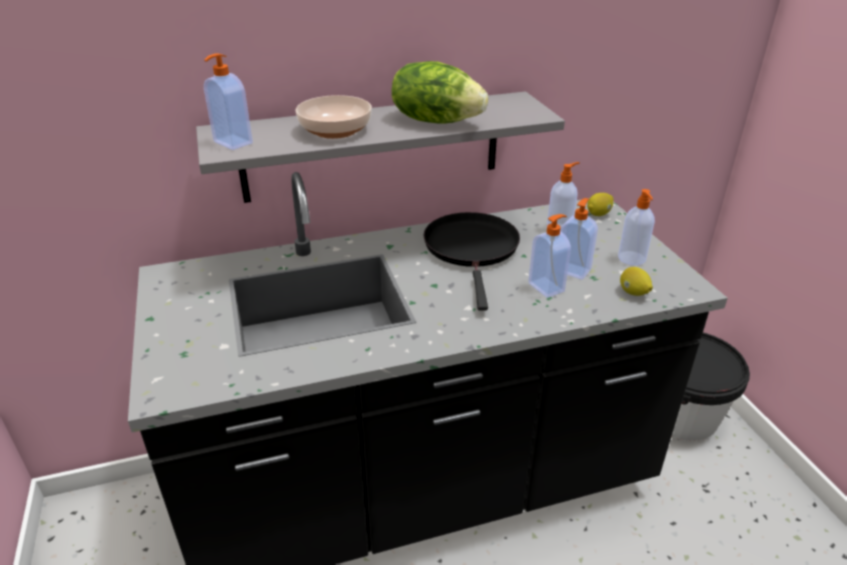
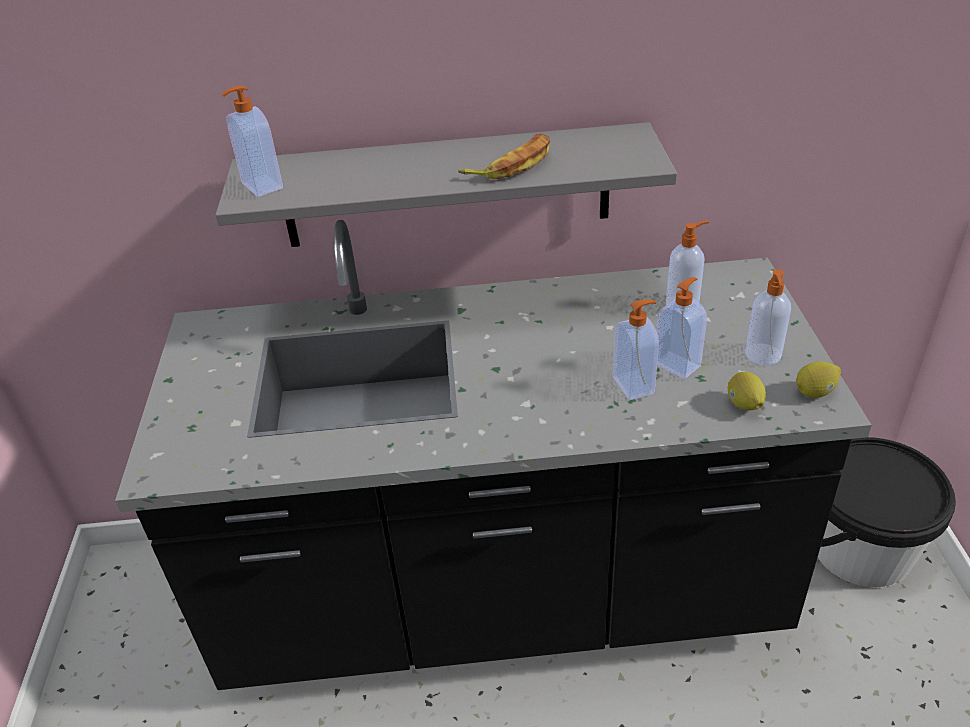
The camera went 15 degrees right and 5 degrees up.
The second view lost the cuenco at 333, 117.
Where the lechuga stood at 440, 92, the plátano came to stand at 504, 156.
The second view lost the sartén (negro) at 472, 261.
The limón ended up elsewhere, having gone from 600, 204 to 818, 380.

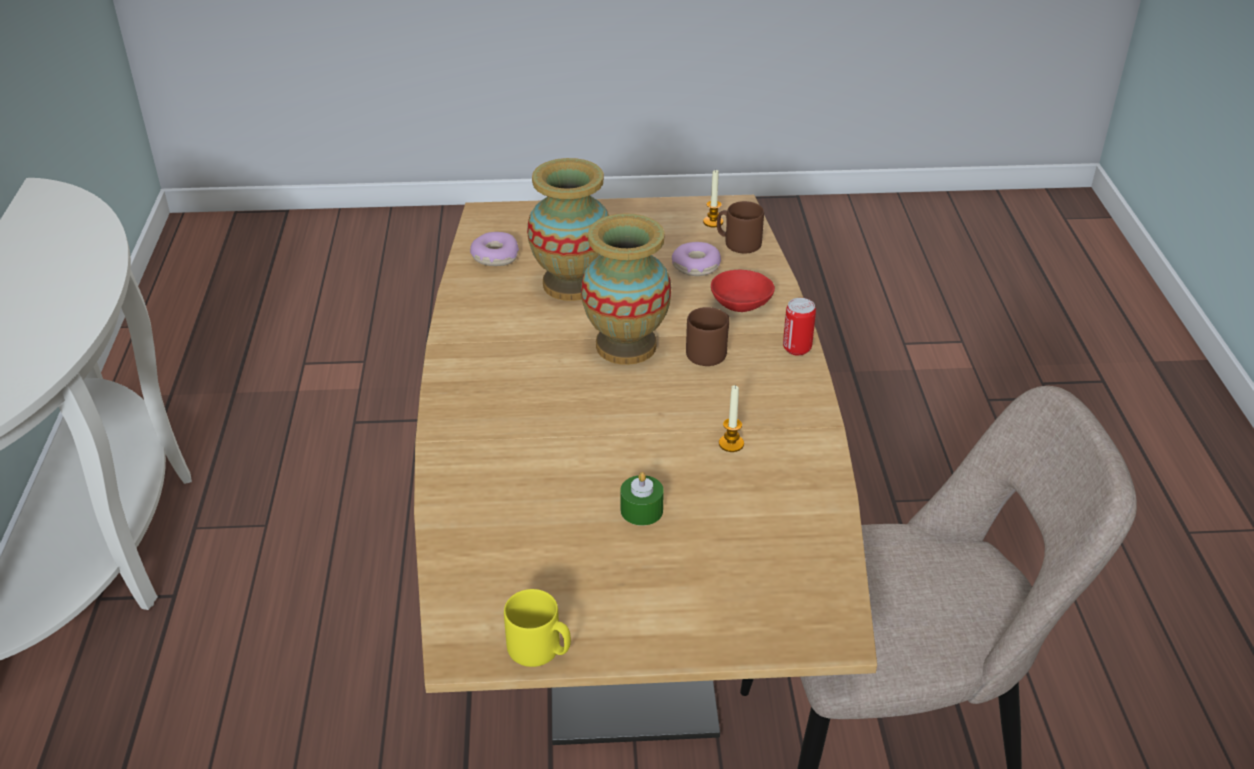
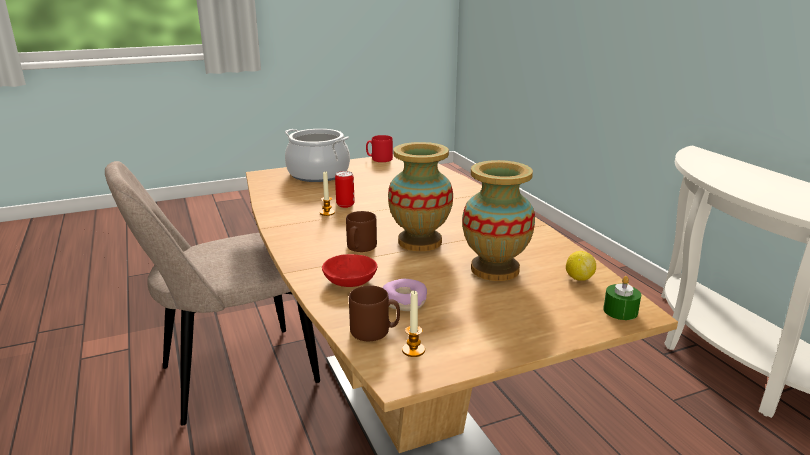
The camera went 160 degrees right and 15 degrees down.
Where the rosquilla stood at 494, 249, the limón came to stand at 581, 266.
What was the taza grande (amarillo) at 537, 628 turned into the taza grande (rojo) at 379, 148.
The vela (verde) ended up elsewhere, having gone from 642, 499 to 622, 298.
The lata ended up elsewhere, having gone from 799, 327 to 344, 189.
The second view gained the olla at 317, 155.

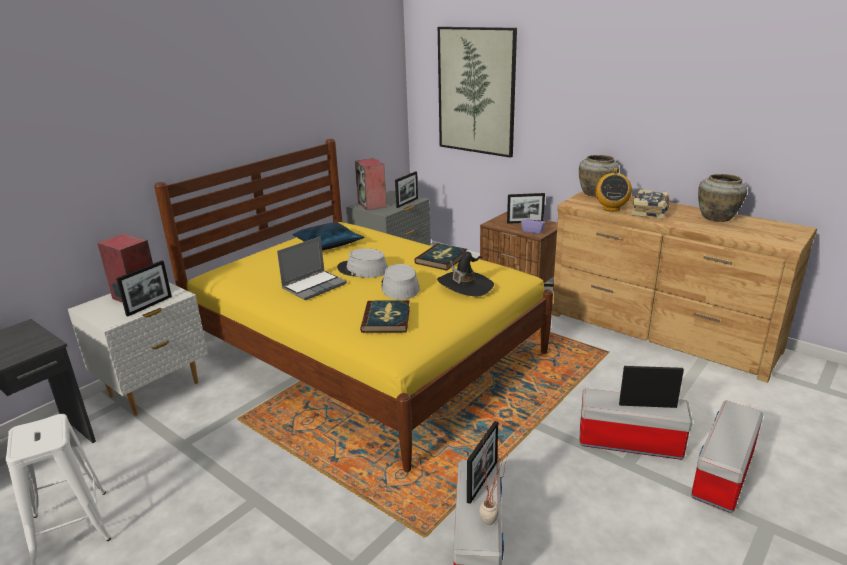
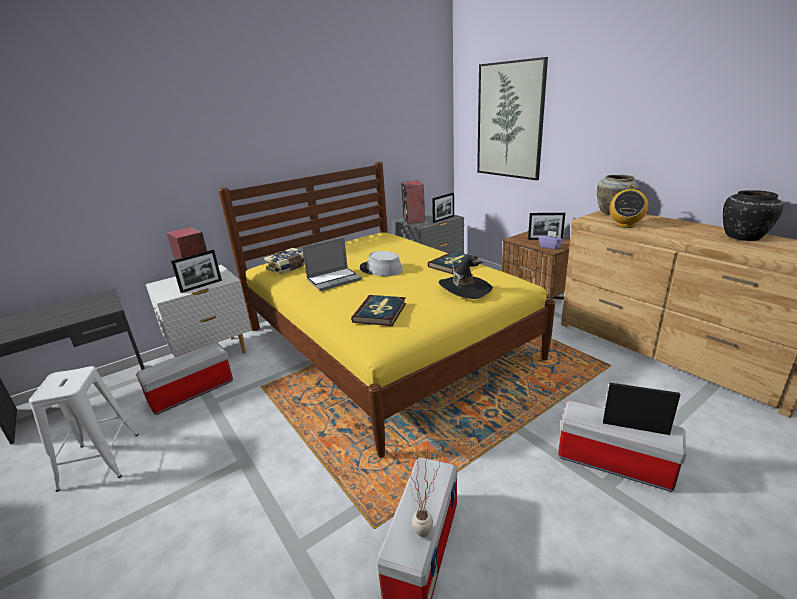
The camera went 15 degrees right and 0 degrees up.
The second view lost the cojín (azul) at 329, 236.
The second view lost the sombrero (gris) at 400, 282.
The second view lost the portarretratos at 482, 462.
The libro ended up elsewhere, having gone from 650, 204 to 284, 261.
The caja de almacenaje ended up elsewhere, having gone from 727, 457 to 184, 378.
What was the florero (beis) at 722, 198 turned into the florero (negro) at 753, 215.

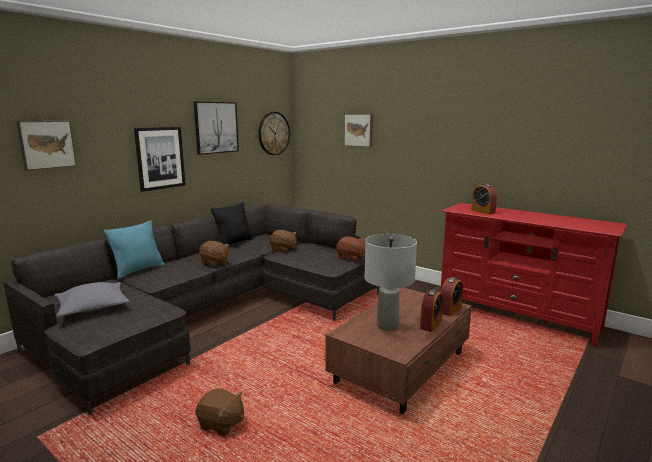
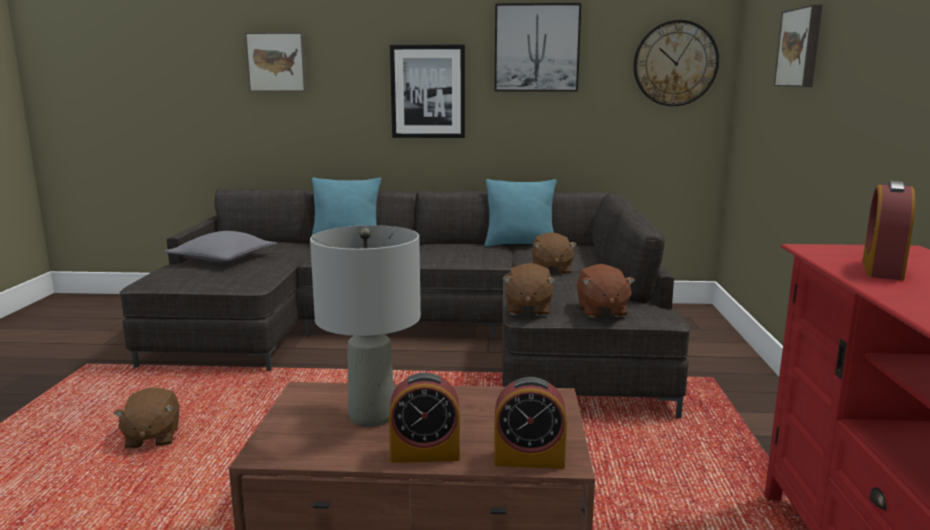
The camera went 55 degrees right and 0 degrees up.
The peluche (marrón) ended up elsewhere, having gone from 214, 254 to 529, 289.
What was the cojín (negro) at 232, 223 turned into the cojín (turquesa) at 520, 213.

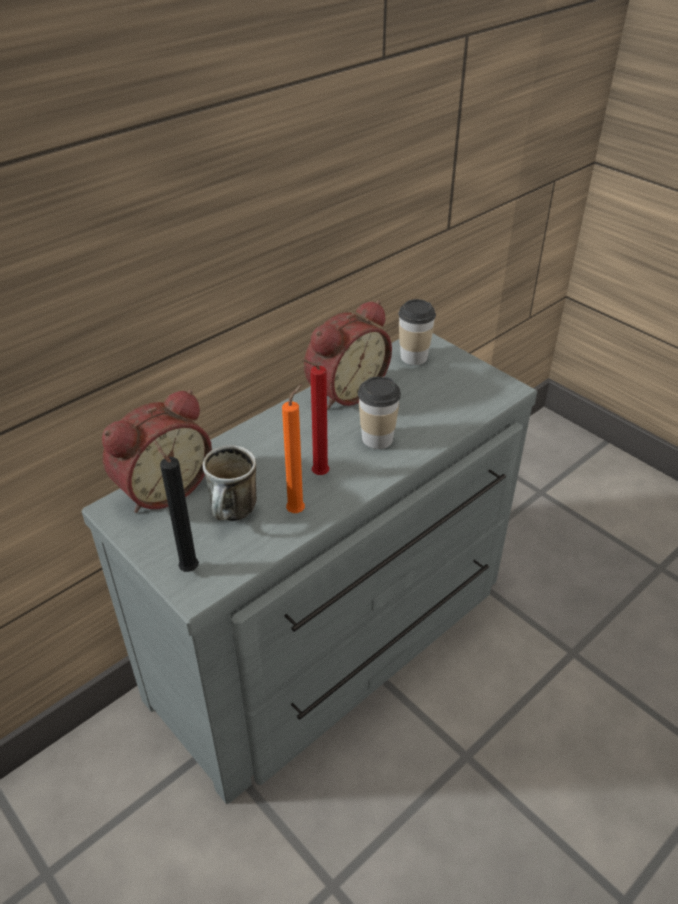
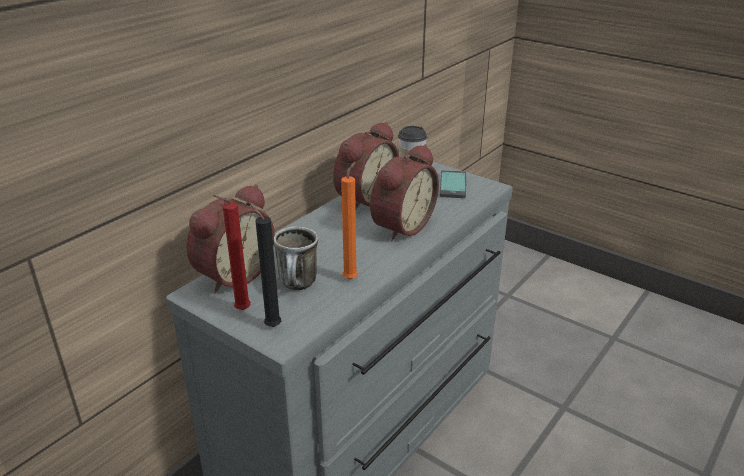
The camera went 10 degrees left and 10 degrees down.
The vela (rojo) ended up elsewhere, having gone from 315, 417 to 232, 252.
Where the taza stood at 379, 412, the despertador came to stand at 404, 193.
The second view gained the móvil at 453, 184.

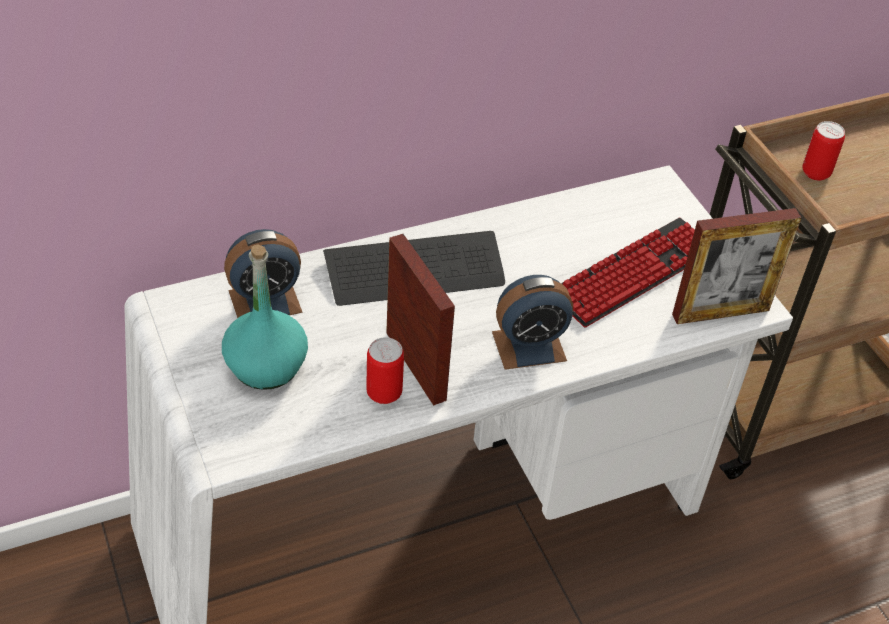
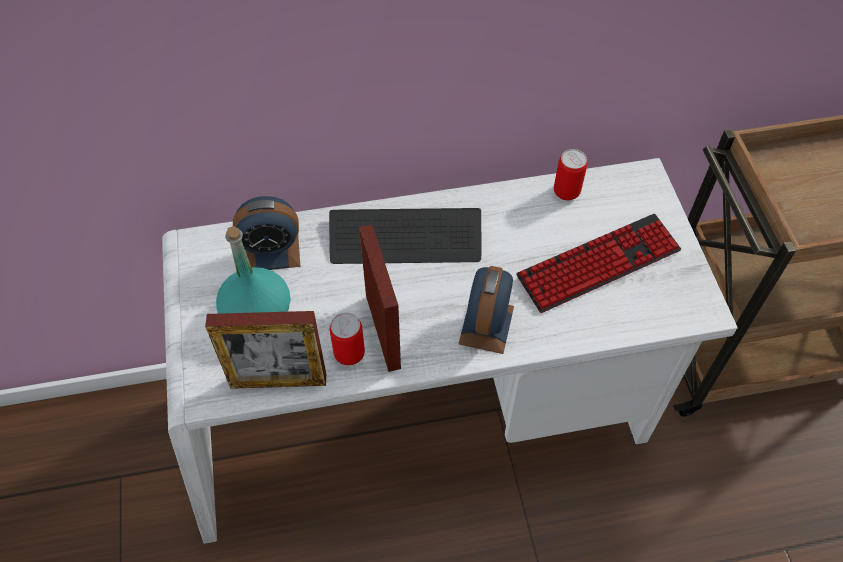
The camera went 15 degrees right and 10 degrees up.
The despertador at 532, 322 ended up facing another way, 105 degrees clockwise from before.
The portarretratos ended up elsewhere, having gone from 736, 266 to 265, 350.
The lata ended up elsewhere, having gone from 823, 151 to 571, 174.

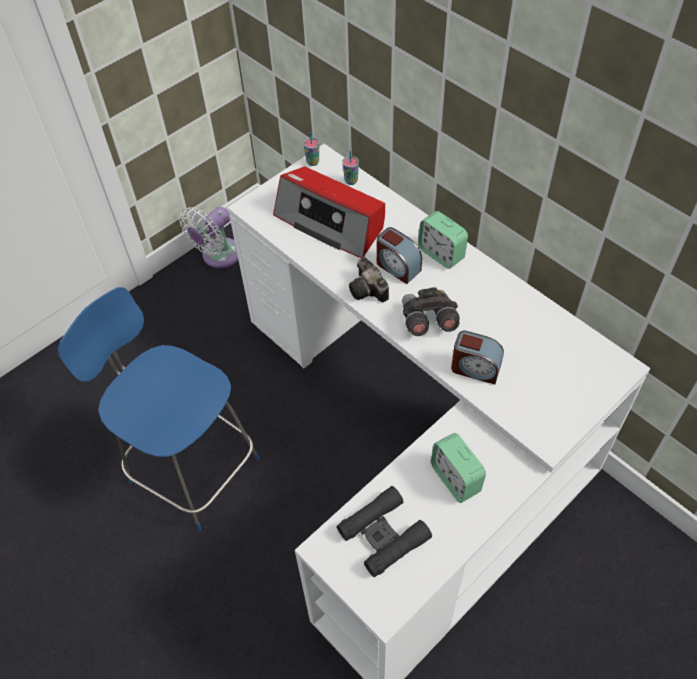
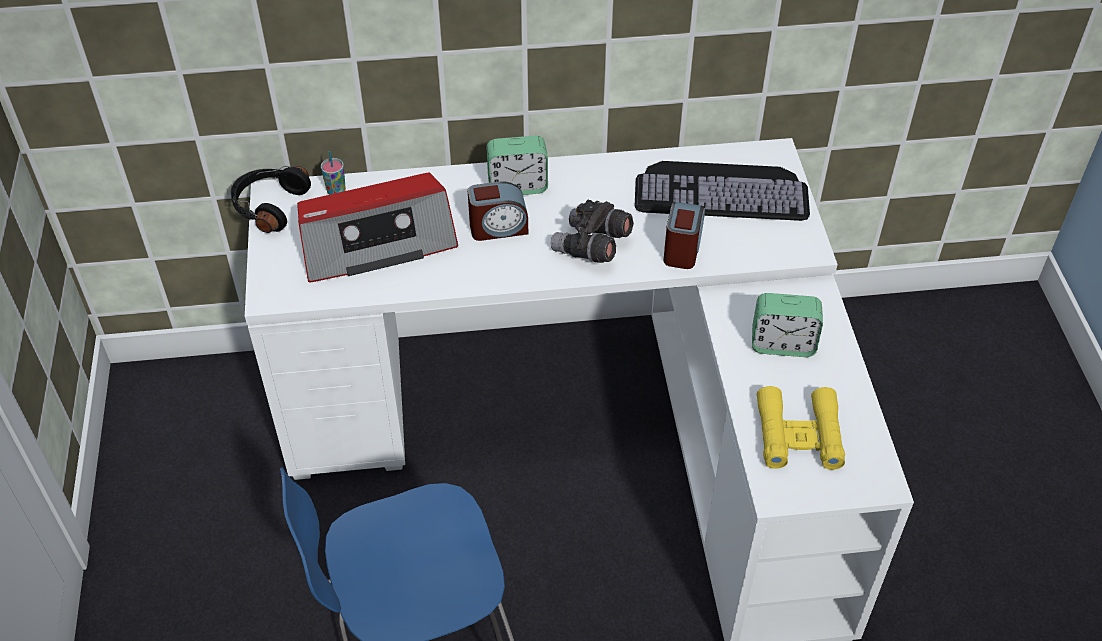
The camera went 55 degrees left and 5 degrees down.
The second view lost the ventilador (blanco) at 208, 237.
Where the taza stood at 311, 149, the auriculares (negro) came to stand at 270, 199.
What was the prismáticos (negro) at 384, 531 turned into the prismáticos (amarillo) at 801, 428.
The second view lost the cámara at 369, 279.
The despertador at 477, 357 ended up facing another way, 45 degrees counterclockwise from before.
The second view gained the teclado at 722, 191.

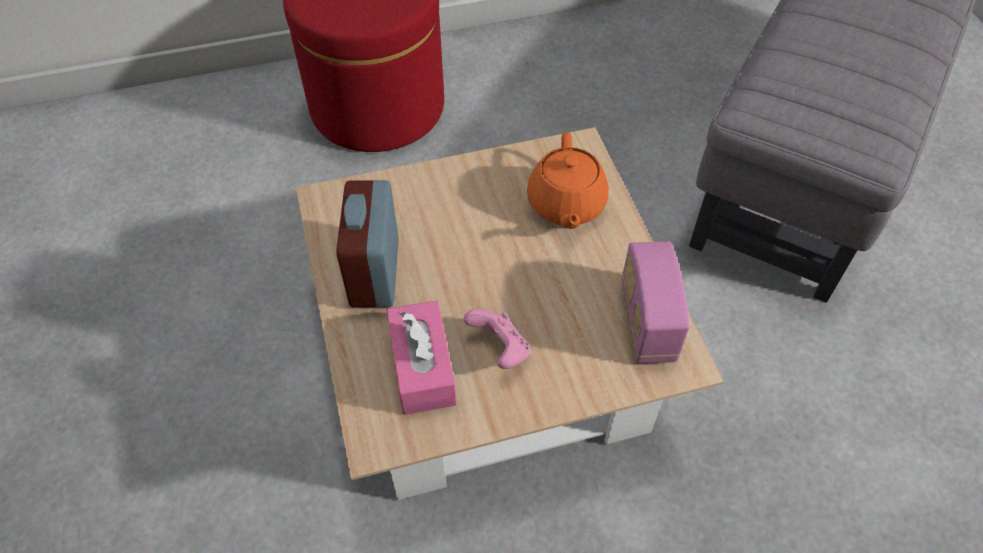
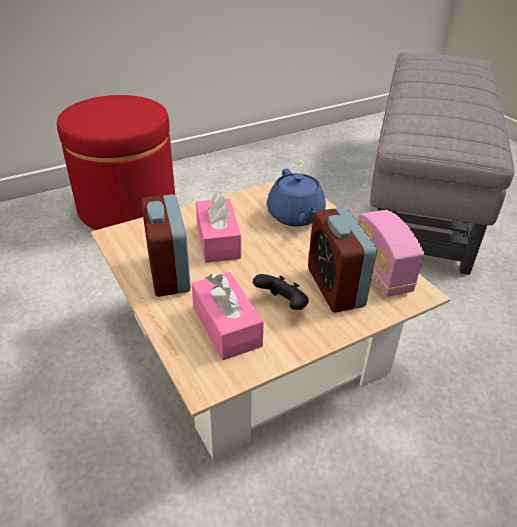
The camera went 15 degrees left and 15 degrees down.
What was the mando de consola (rosa) at 497, 339 turned into the mando de consola (negro) at 281, 292.
What was the tetera (naranja) at 568, 180 turned into the tetera (azul) at 296, 198.
The second view gained the caja de pañuelos (rosa) at 218, 226.
The second view gained the despertador at 342, 260.

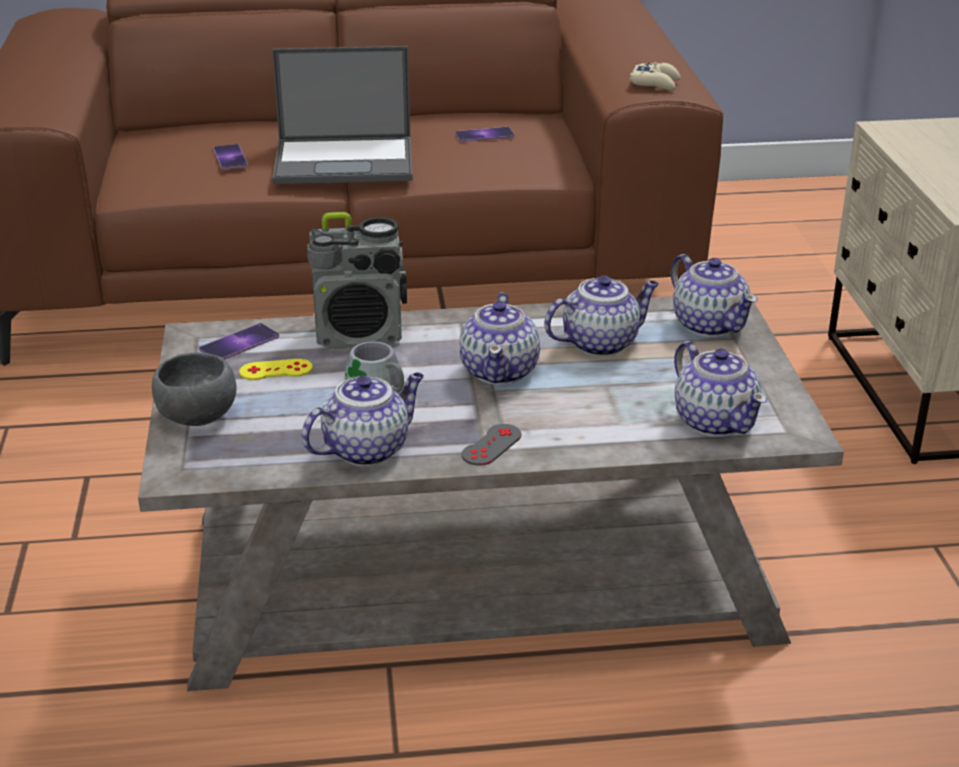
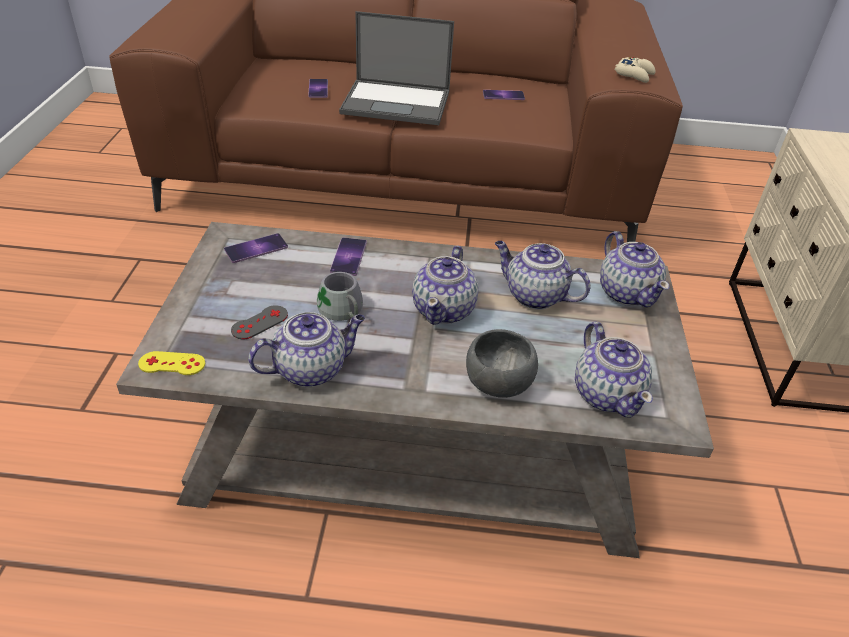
The camera went 10 degrees right and 10 degrees up.
The cuenco (gris) ended up elsewhere, having gone from 194, 389 to 502, 363.
The mando de consola (amarillo) ended up elsewhere, having gone from 276, 369 to 171, 363.
Where the radio stood at 357, 280, the móvil came to stand at 348, 257.
The mando de consola (gris) ended up elsewhere, having gone from 492, 445 to 259, 322.
The tetera at 601, 316 ended up facing another way, 135 degrees counterclockwise from before.

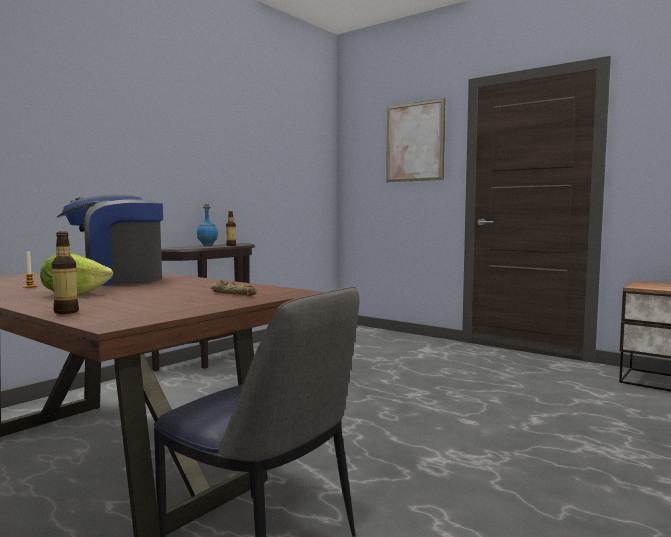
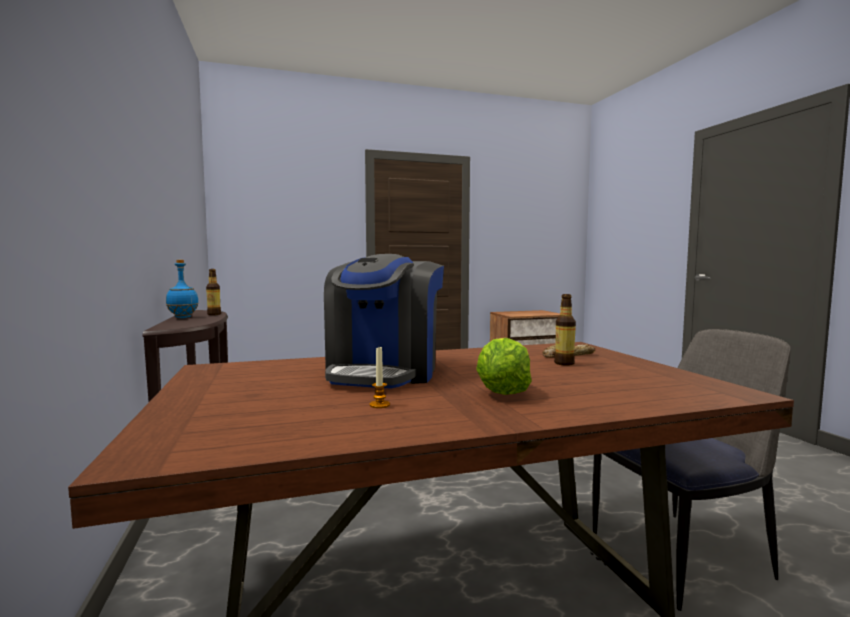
The camera went 55 degrees left and 0 degrees up.
The botella ended up elsewhere, having gone from 65, 273 to 565, 330.
The second view lost the cuadro at 415, 140.

